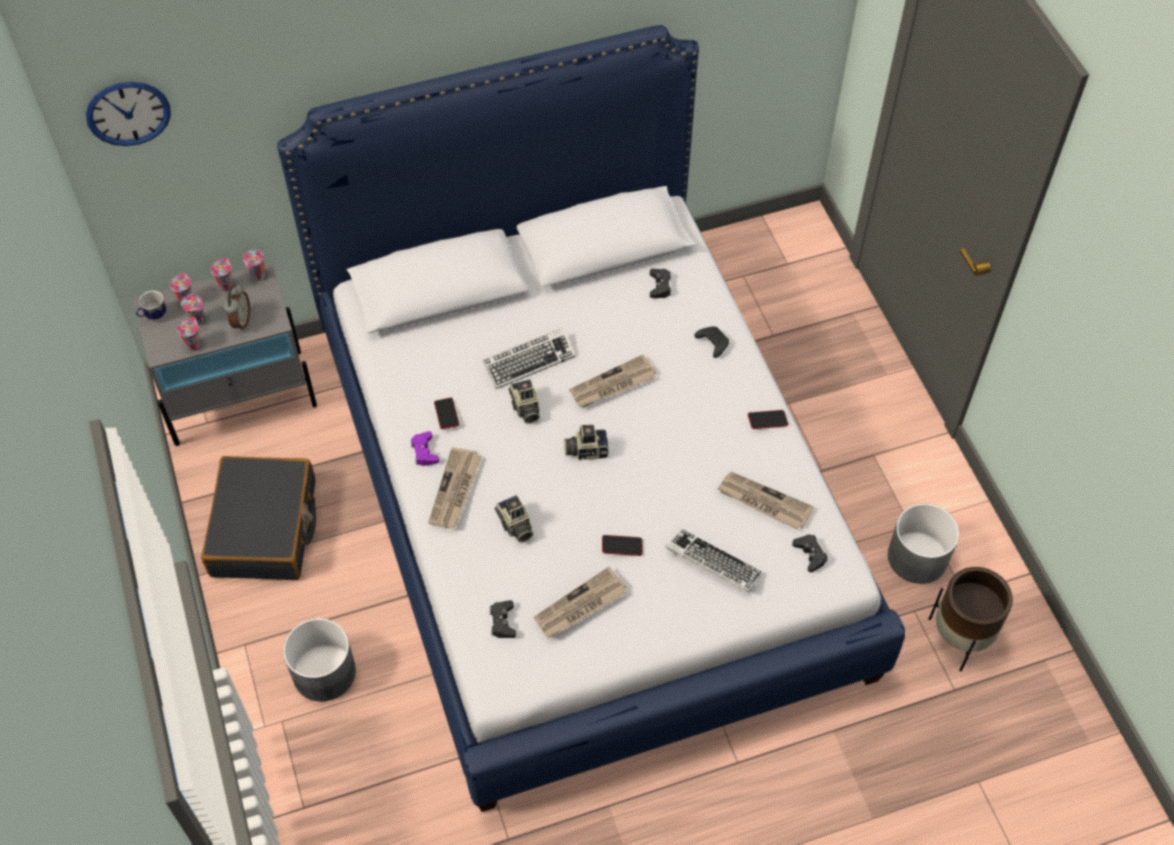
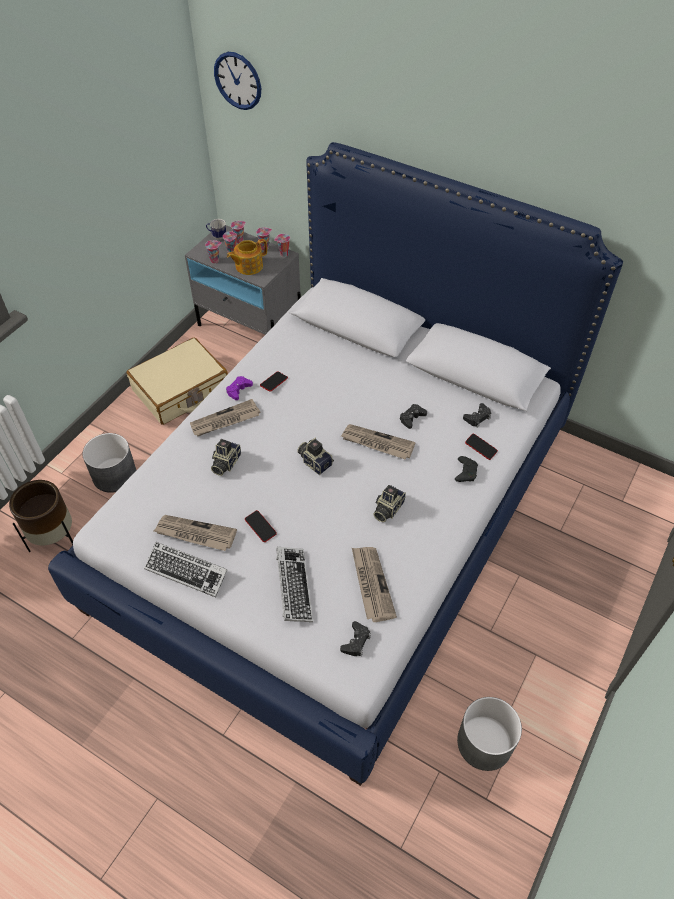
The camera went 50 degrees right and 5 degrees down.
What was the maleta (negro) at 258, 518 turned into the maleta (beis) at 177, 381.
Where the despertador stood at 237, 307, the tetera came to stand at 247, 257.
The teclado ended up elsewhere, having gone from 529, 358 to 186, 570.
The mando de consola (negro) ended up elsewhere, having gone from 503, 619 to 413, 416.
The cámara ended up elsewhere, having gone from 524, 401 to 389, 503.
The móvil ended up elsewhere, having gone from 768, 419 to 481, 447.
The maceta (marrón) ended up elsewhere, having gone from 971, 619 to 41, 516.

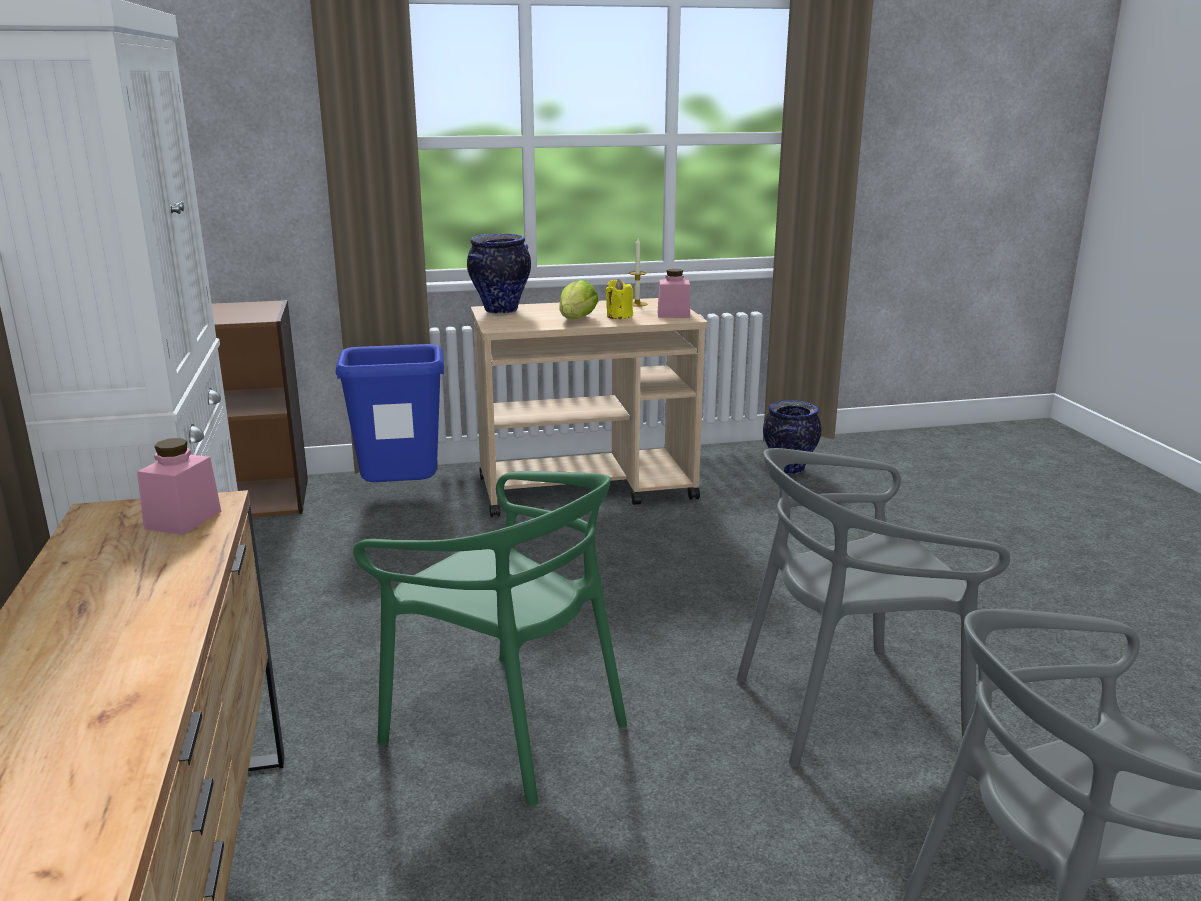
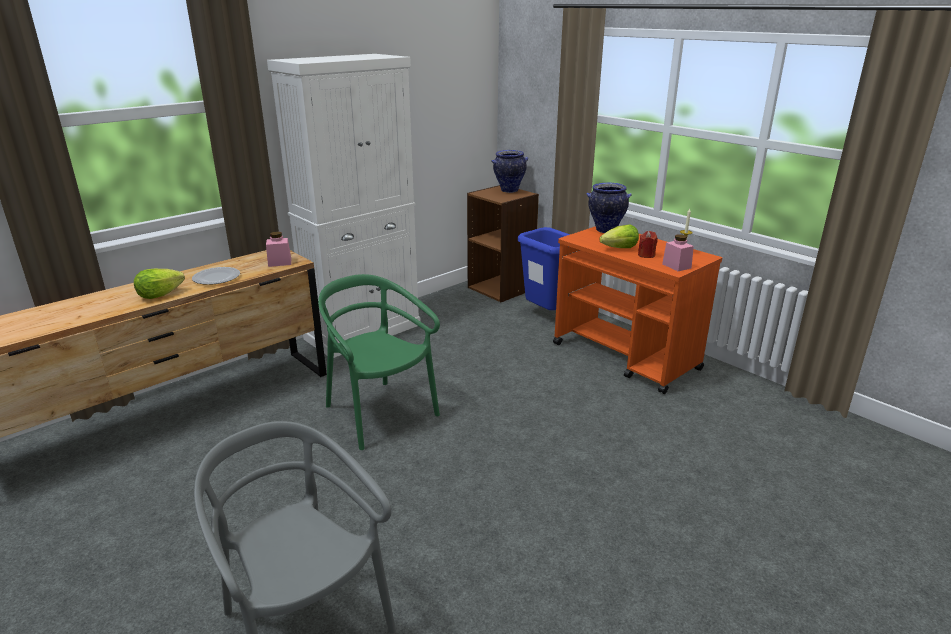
The camera went 60 degrees right and 5 degrees up.
The silla (verde) at 490, 638 ended up facing another way, 135 degrees clockwise from before.
What was the carrito (beis) at 589, 407 turned into the carrito (naranja) at 637, 310.
What was the vela (amarillo) at 619, 299 turned into the vela (rojo) at 648, 244.
The second view lost the silla (gris) at 873, 607.
The florero ended up elsewhere, having gone from 792, 437 to 509, 171.
The second view gained the lechuga at 159, 283.
The second view gained the plato at 216, 276.

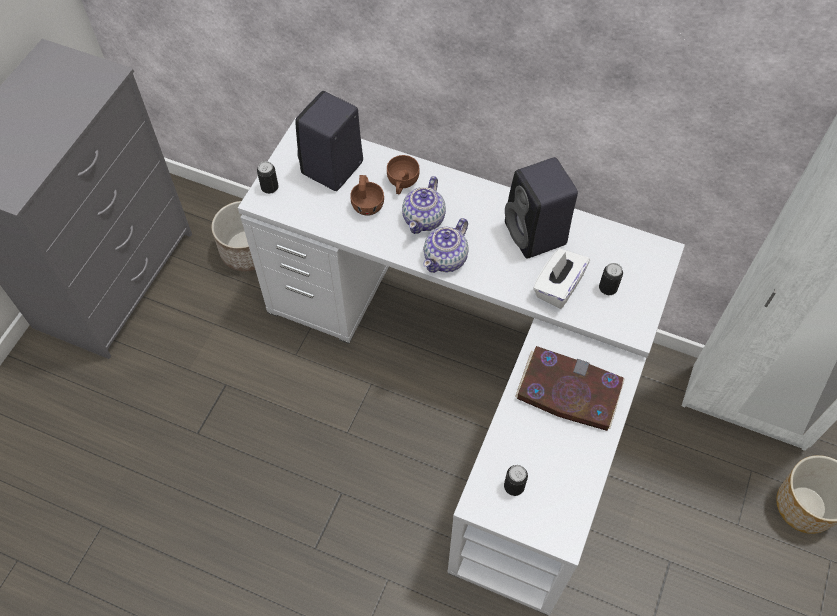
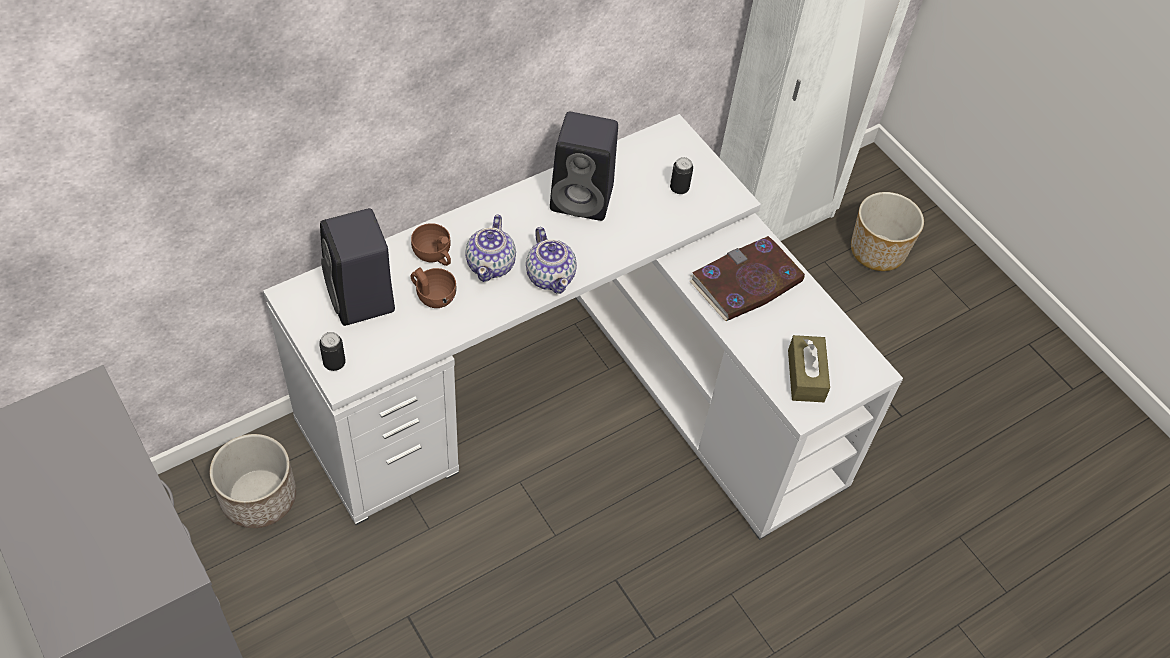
The camera went 60 degrees left and 5 degrees down.
The tetera at 424, 205 ended up facing another way, 45 degrees clockwise from before.
Where the lata stood at 516, 480, the caja de pañuelos (marrón) came to stand at 809, 368.
The second view lost the caja de pañuelos (blanco) at 561, 279.

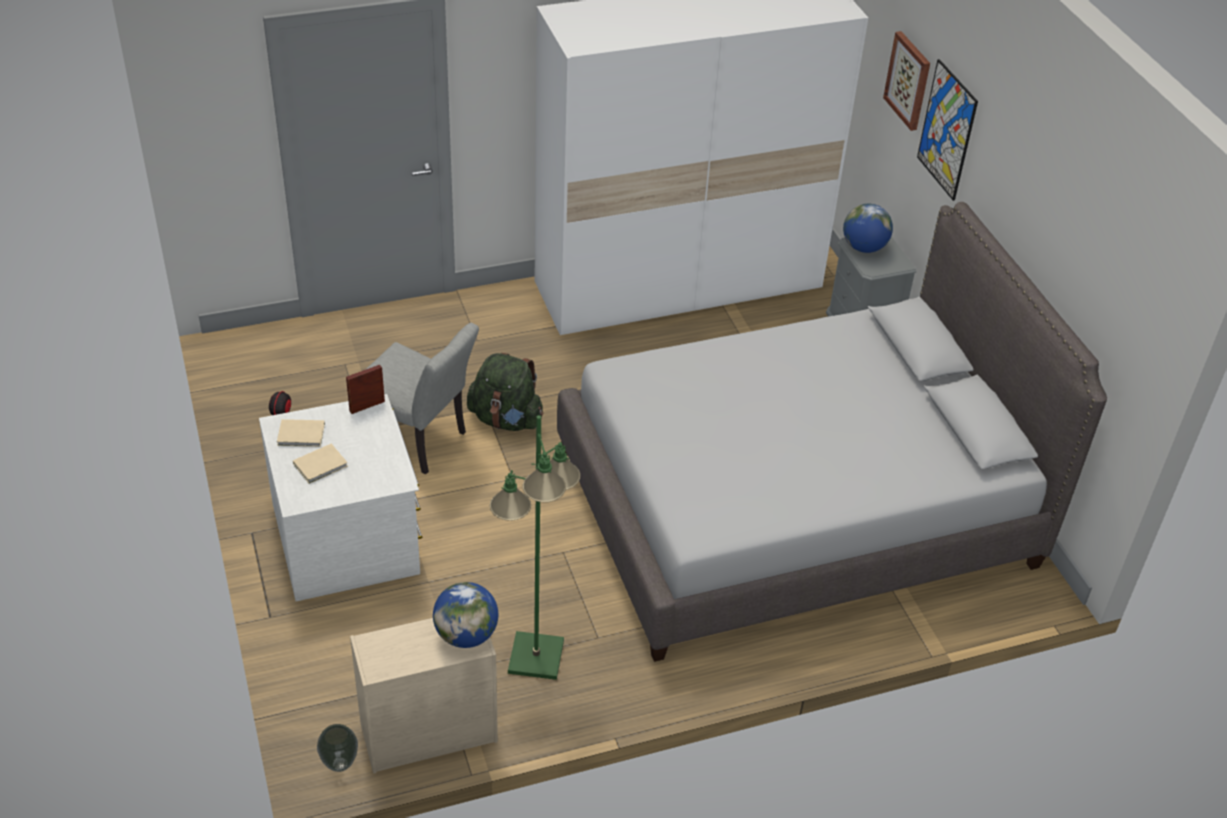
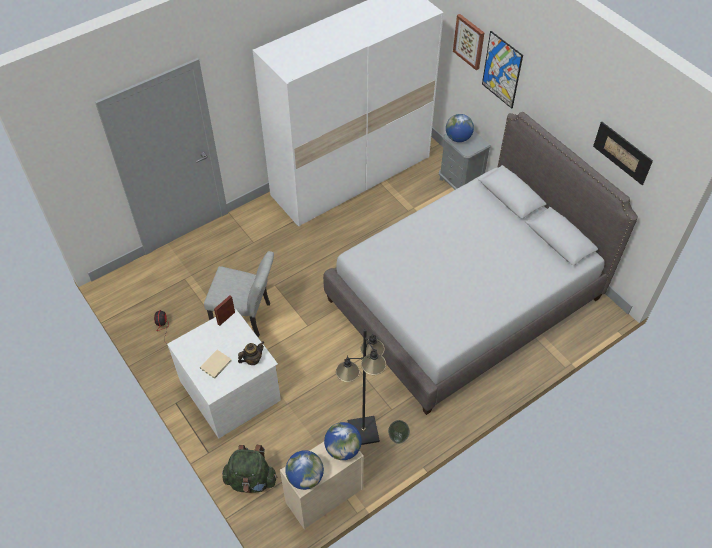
The camera went 15 degrees left and 10 degrees up.
The second view lost the libro (beis) at 301, 433.
The florero ended up elsewhere, having gone from 337, 748 to 399, 432.
The mochila (verde) ended up elsewhere, having gone from 505, 392 to 249, 469.
What was the lámpara de pie (verde) at 535, 547 turned into the lámpara de pie (negro) at 361, 387.
The second view gained the tetera at 251, 353.
The second view gained the globo terráqueo at 304, 470.
The second view gained the cuadro at 623, 153.

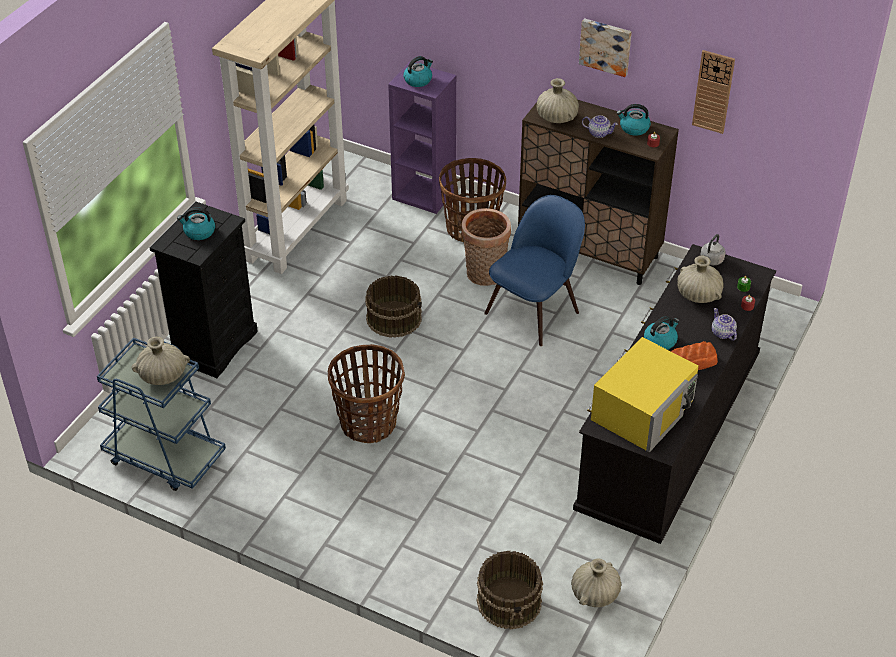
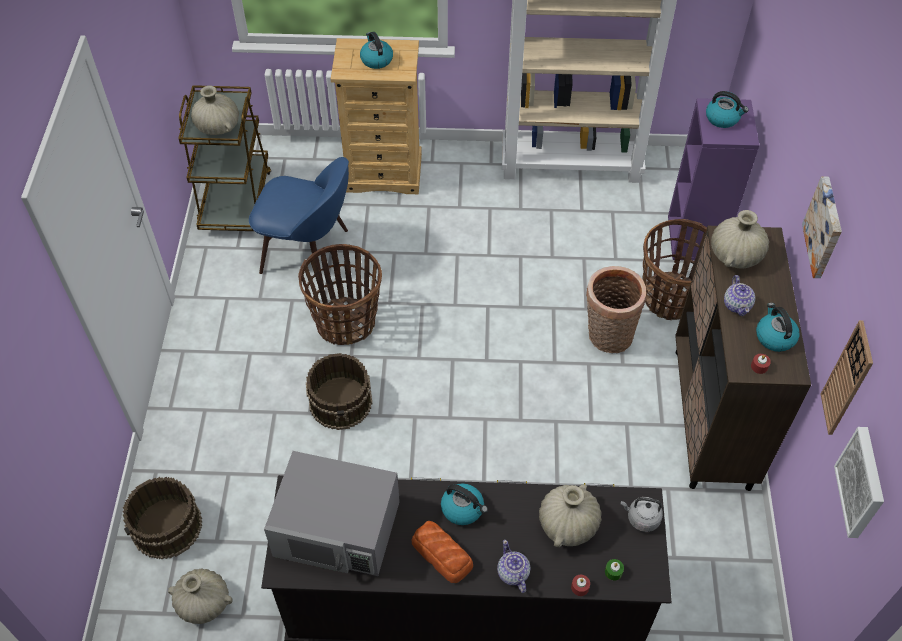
The camera went 65 degrees right and 10 degrees up.
What was the carrito (azul) at 161, 414 turned into the carrito (marrón) at 224, 158.
What was the cómoda (negro) at 204, 290 turned into the cómoda (beis) at 376, 116.
The cubo (marrón) ended up elsewhere, having gone from 393, 306 to 339, 391.
The silla (azul) ended up elsewhere, having gone from 534, 270 to 299, 221.
What was the microondas (amarillo) at 645, 395 turned into the microondas (gris) at 332, 513.
The tetera at 724, 324 ended up facing another way, 60 degrees counterclockwise from before.
The second view gained the cuadro at 859, 482.

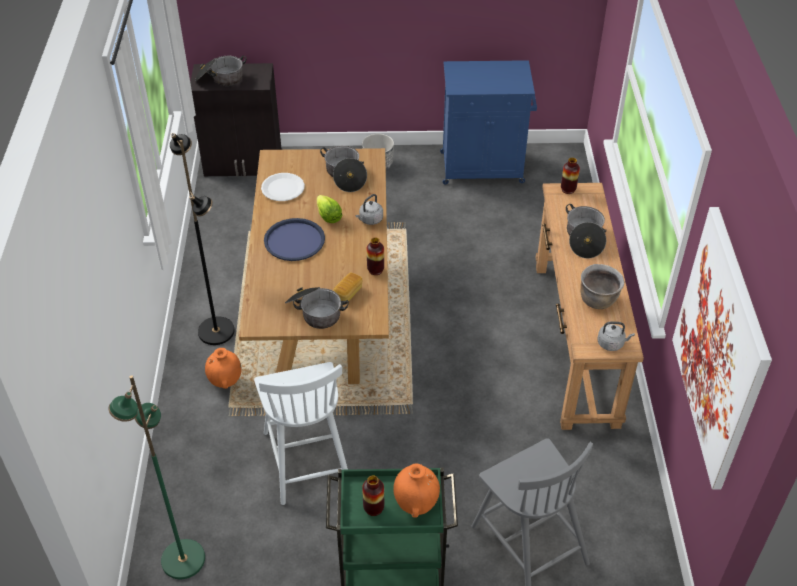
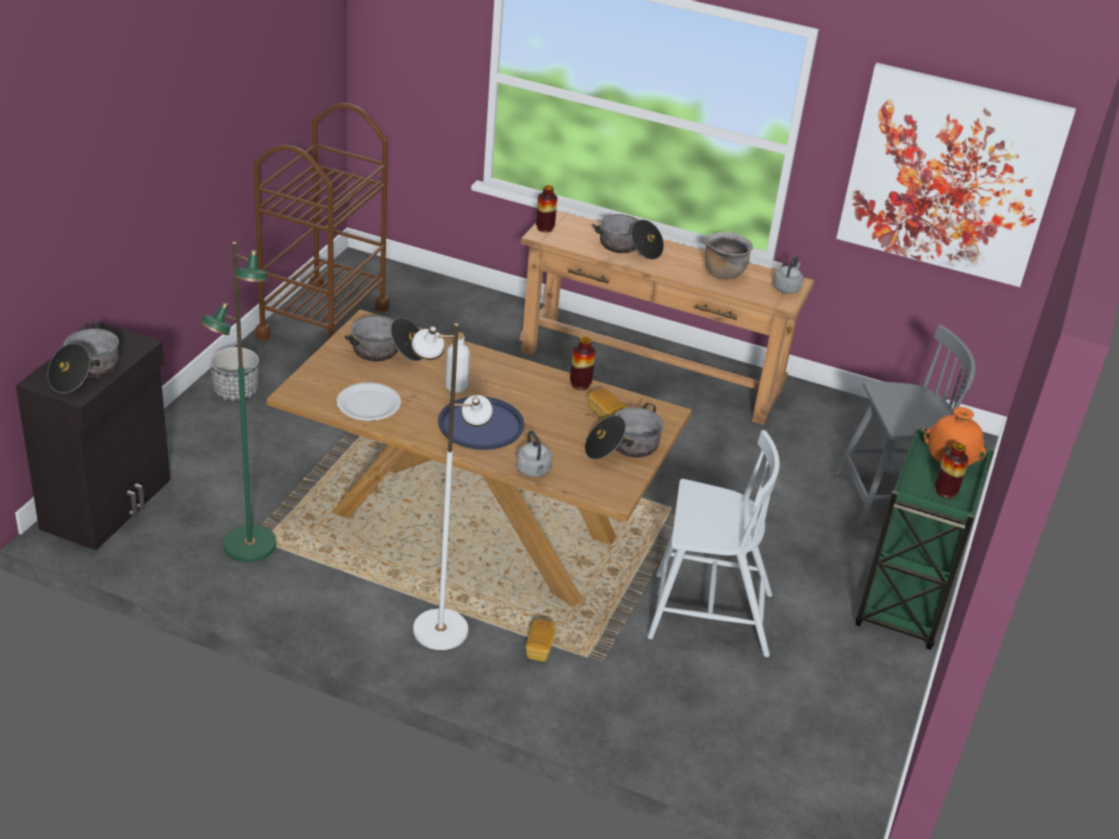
The camera went 70 degrees left and 10 degrees down.
The lámpara de pie (verde) ended up elsewhere, having gone from 156, 477 to 238, 402.
What was the lámpara de pie (negro) at 202, 239 turned into the lámpara de pie (blanco) at 452, 486.
Where the florero (naranja) stood at 223, 368, the pan came to stand at 541, 640.
Where the lechuga stood at 330, 209, the botella (blanco) came to stand at 457, 362.
The hervidor (gris) ended up elsewhere, having gone from 369, 209 to 534, 453.
Where the armario (azul) stood at 488, 122, the carrito (marrón) came to stand at 321, 221.

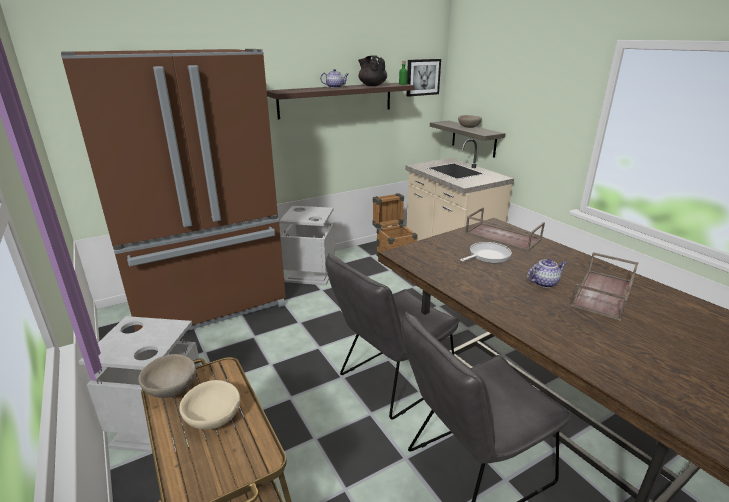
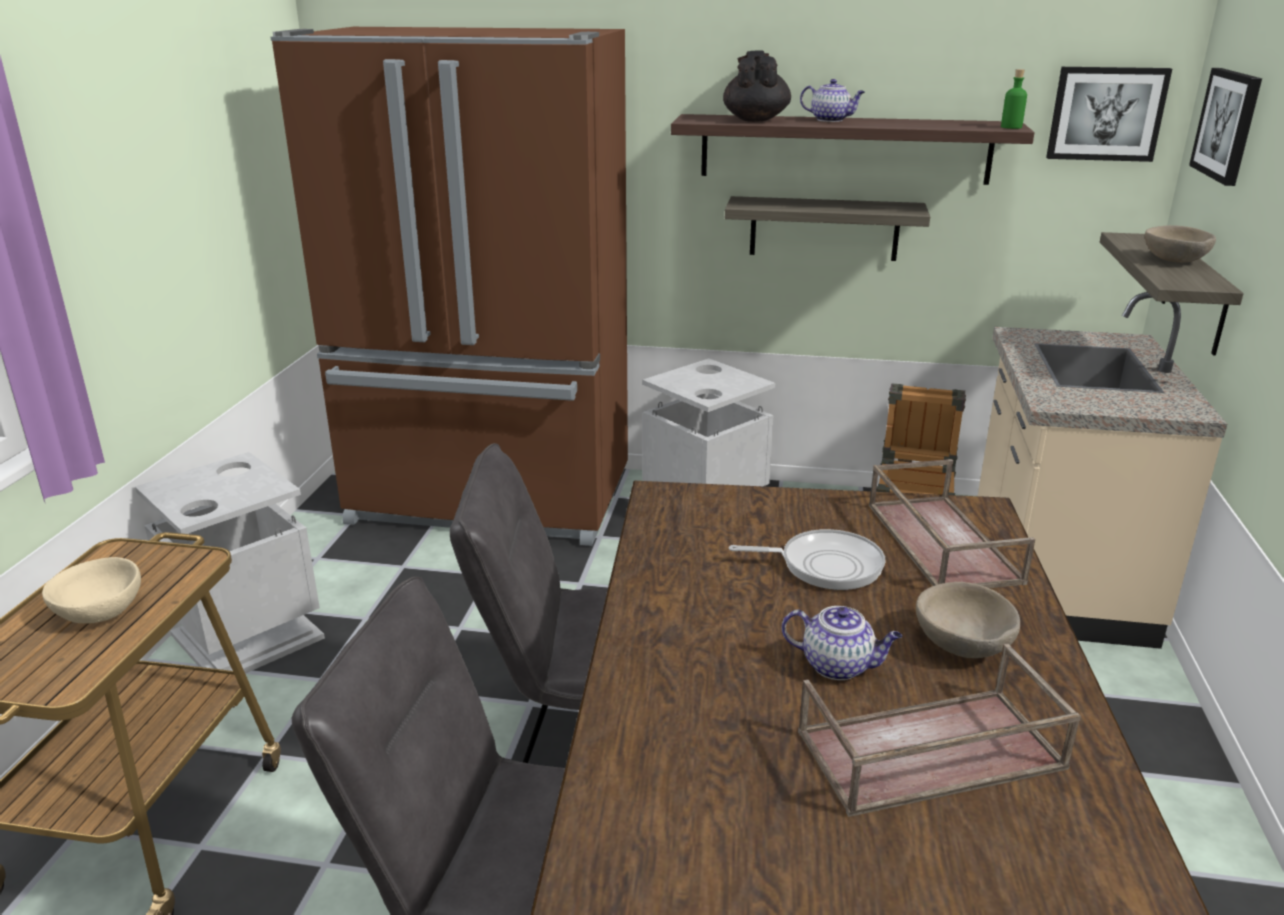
The camera went 40 degrees right and 0 degrees up.
The cuenco (beis) ended up elsewhere, having gone from 167, 376 to 968, 620.
The tetera (negro) ended up elsewhere, having gone from 372, 70 to 757, 86.
The second view gained the estante at 827, 228.
The second view gained the cuadro at 1225, 127.

